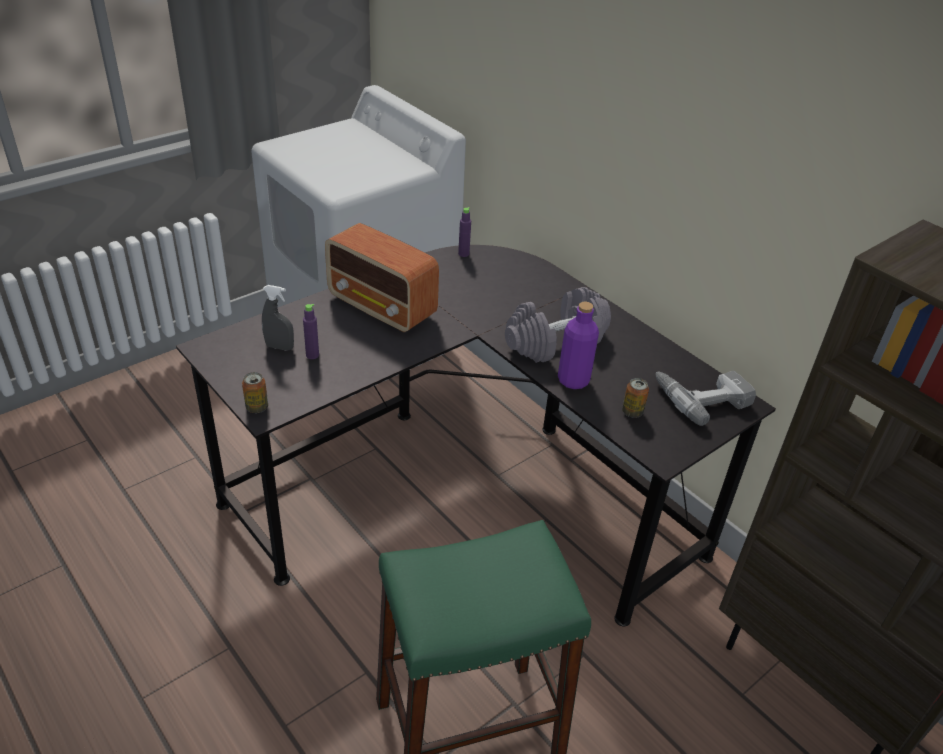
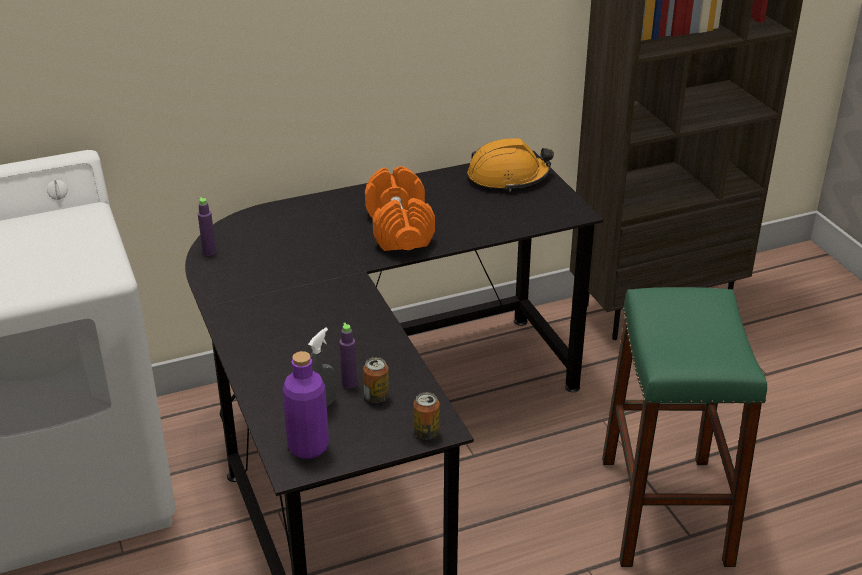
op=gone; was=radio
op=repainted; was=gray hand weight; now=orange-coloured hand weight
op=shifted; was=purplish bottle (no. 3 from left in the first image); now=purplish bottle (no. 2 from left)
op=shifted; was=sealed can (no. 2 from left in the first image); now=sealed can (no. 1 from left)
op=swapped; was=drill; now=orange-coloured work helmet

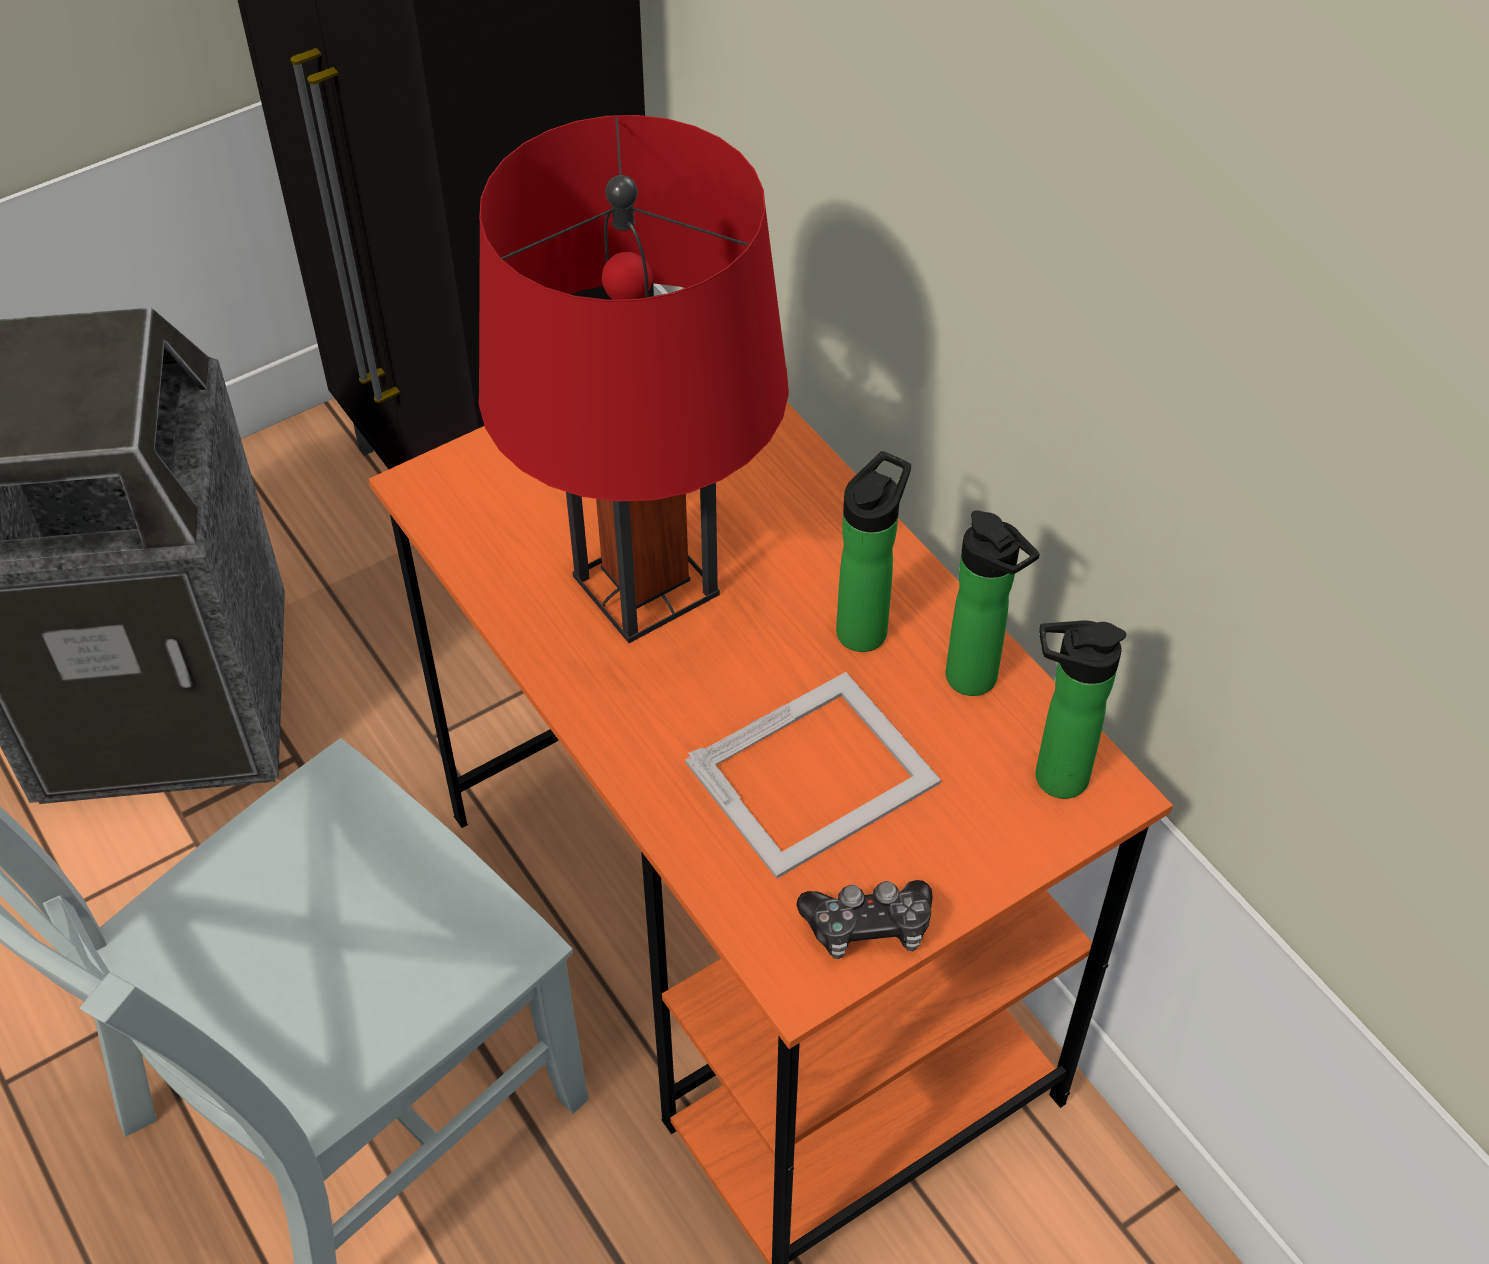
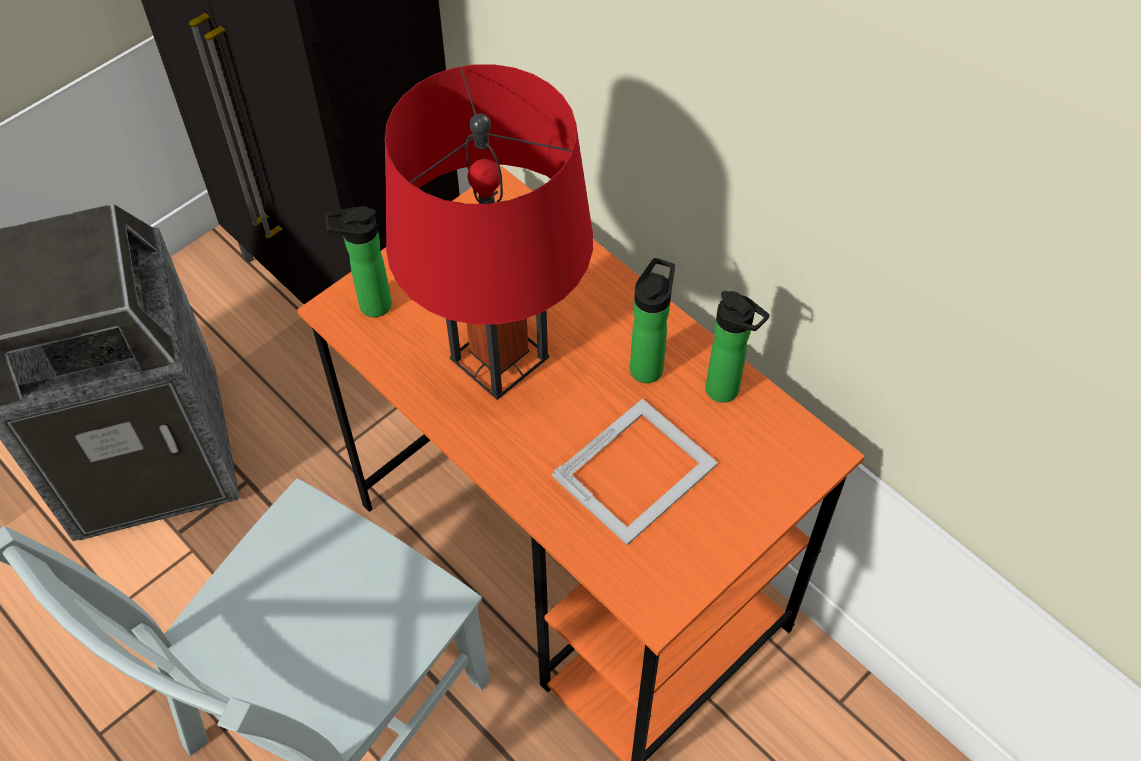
op=gone; was=gamepad
op=shifted; was=bottle (no. 3 from left in the first image); now=bottle (no. 1 from left)

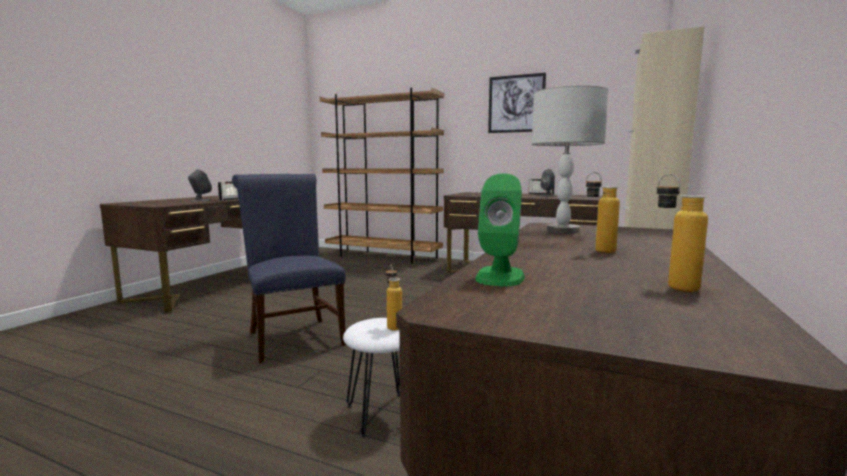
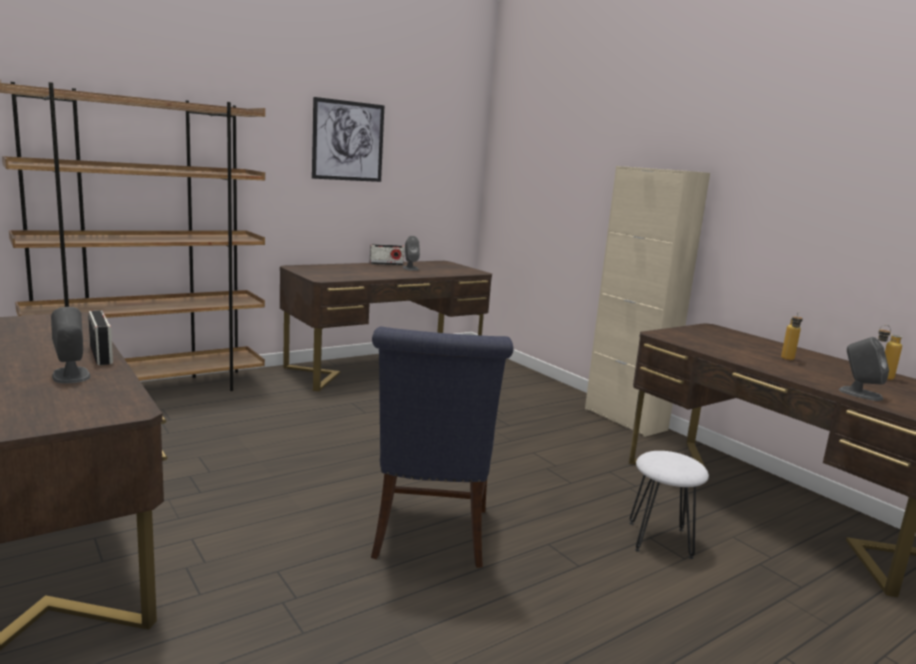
op=rotated; was=blue chair; clockwise=-90
op=gone; was=bottle (no. 1 from left)
op=repainted; was=green-coloured loudspeaker; now=gray loudspeaker (no. 3 from left)
op=gone; was=gray table lamp

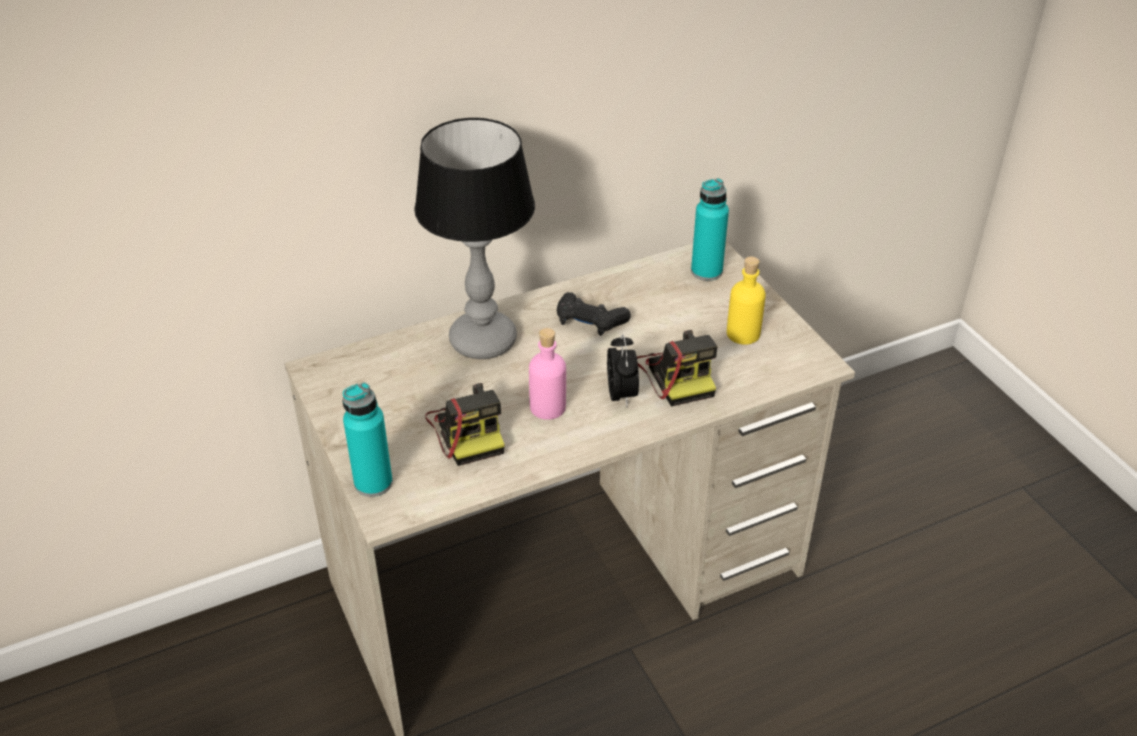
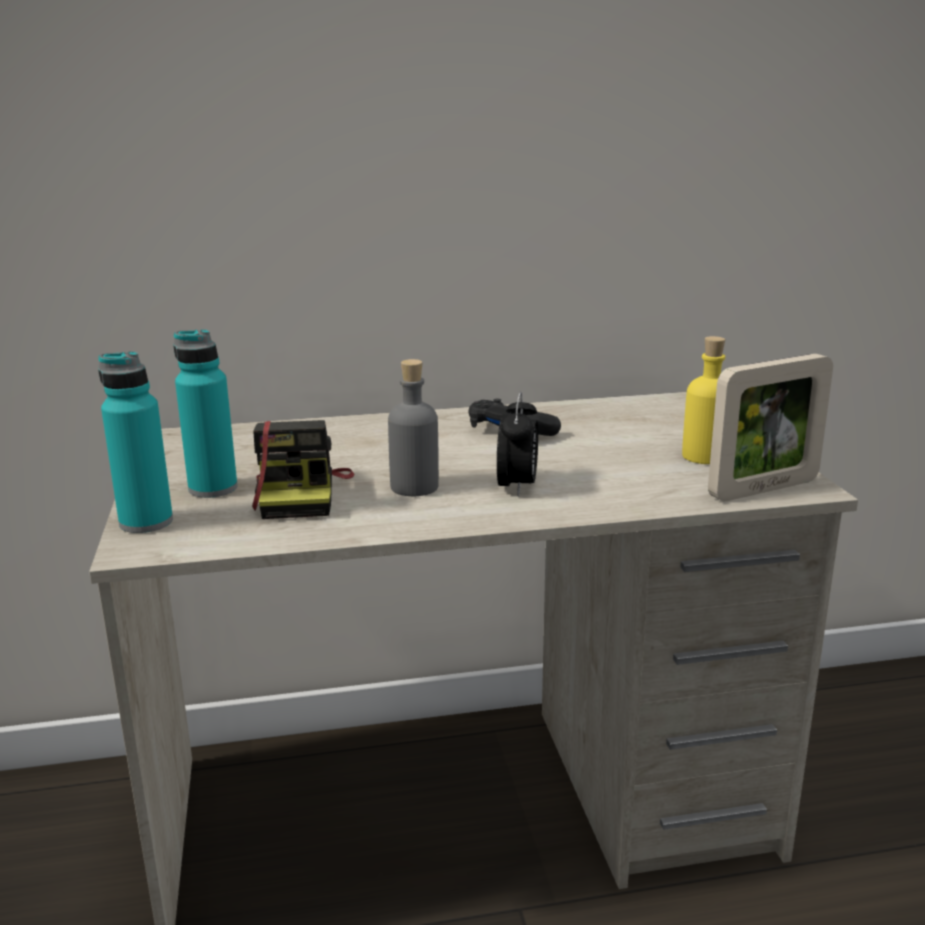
op=gone; was=table lamp
op=repainted; was=pink-coloured bottle; now=gray bottle
op=gone; was=photo camera (no. 2 from left)
op=shifted; was=turquoise bottle (no. 2 from left)
op=new; now=standing frame

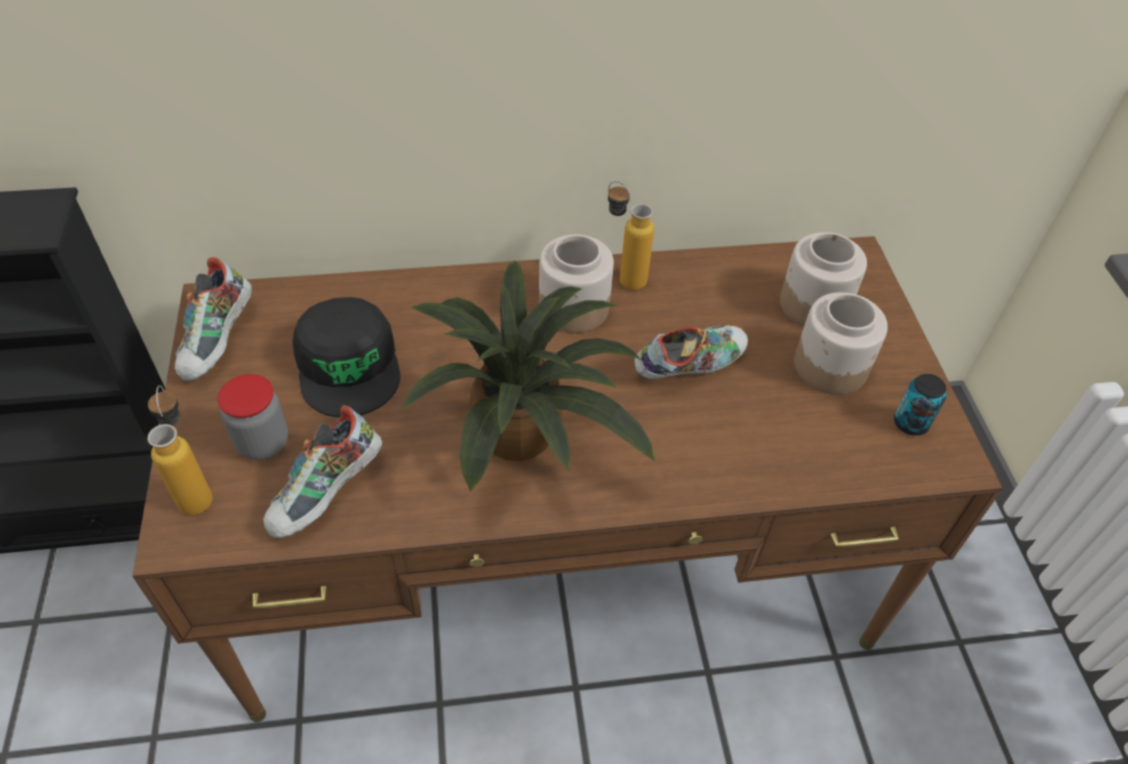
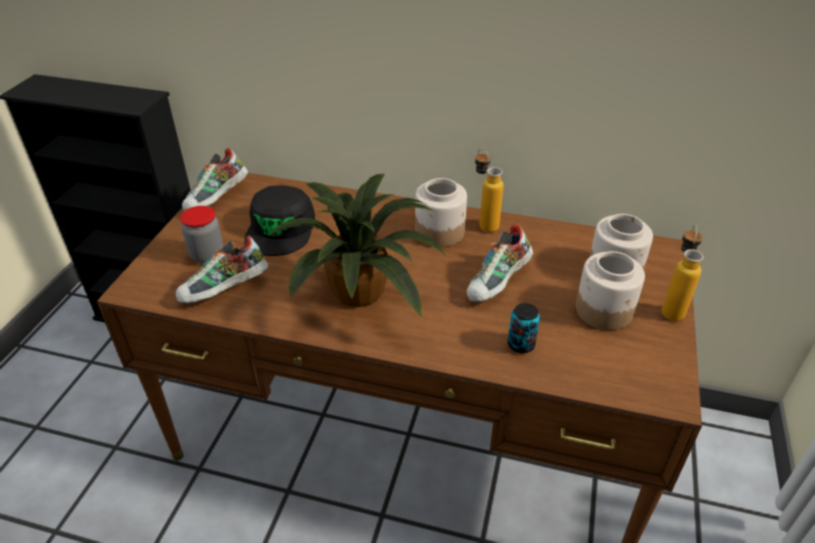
op=shifted; was=bottle (no. 1 from left in the first image); now=bottle (no. 2 from left)
op=rotated; was=item of footwear (no. 3 from left); clockwise=135
op=shifted; was=sealed can

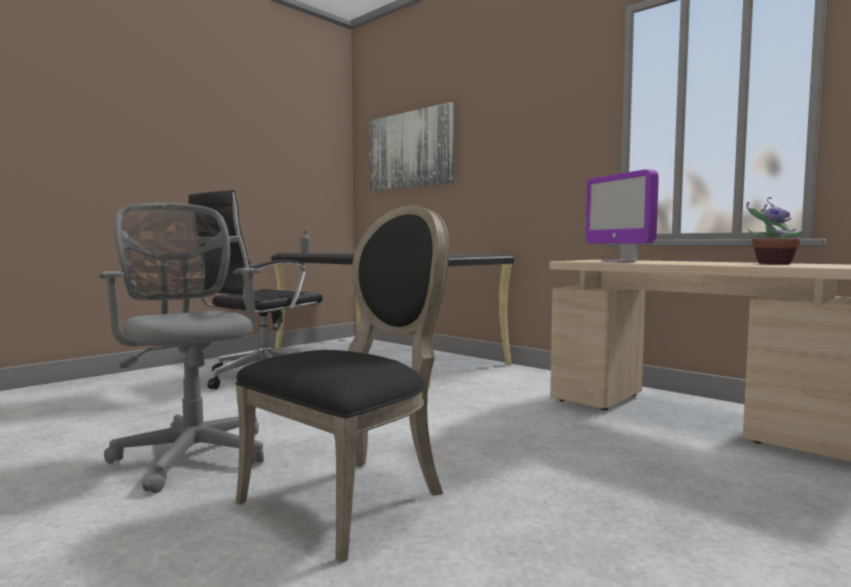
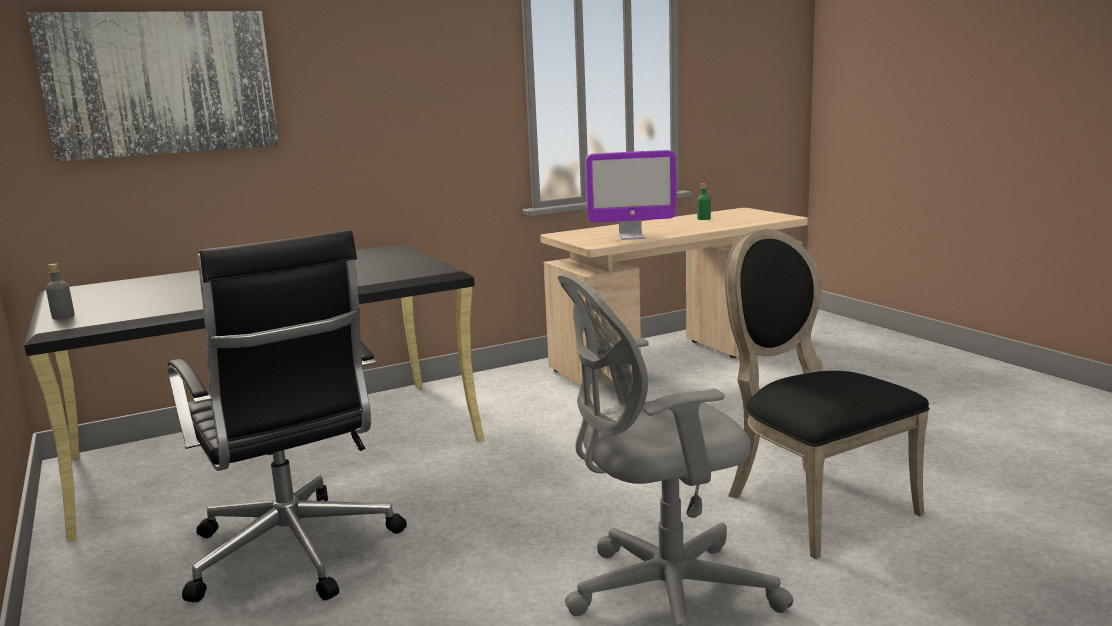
op=swapped; was=potted plant; now=green-coloured bottle

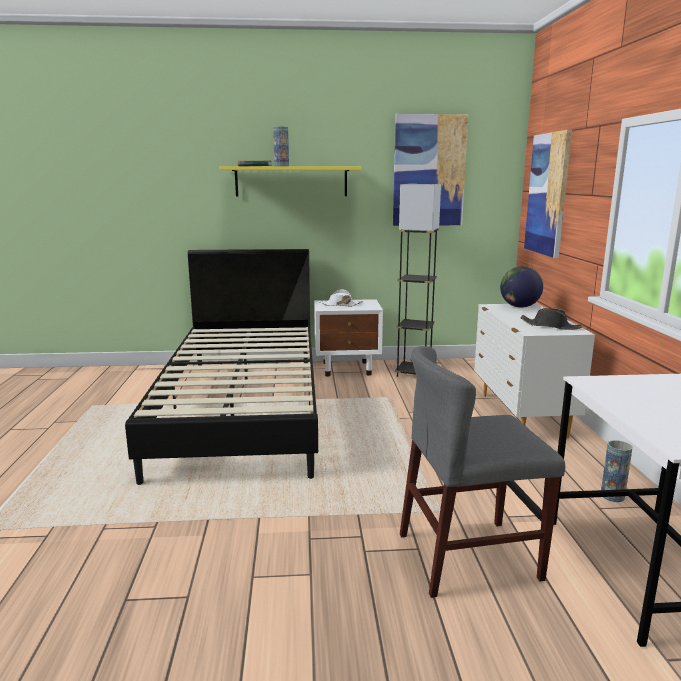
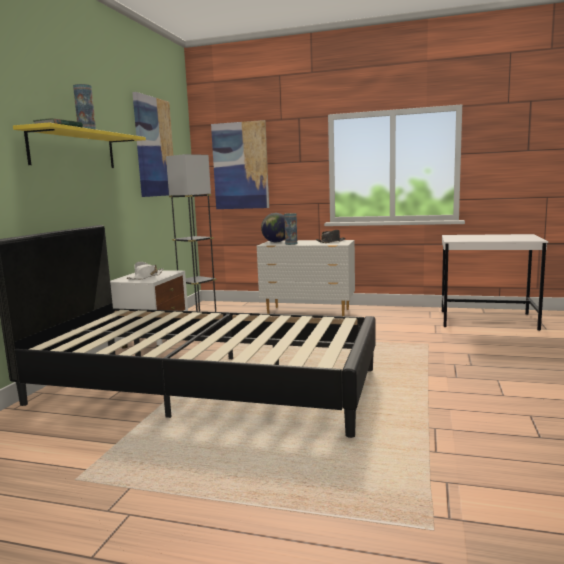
op=gone; was=gray chair
op=shifted; was=vase (no. 2 from left)

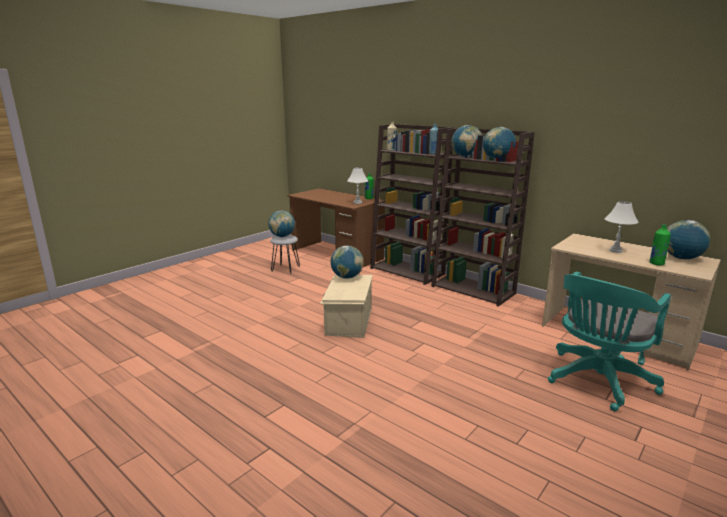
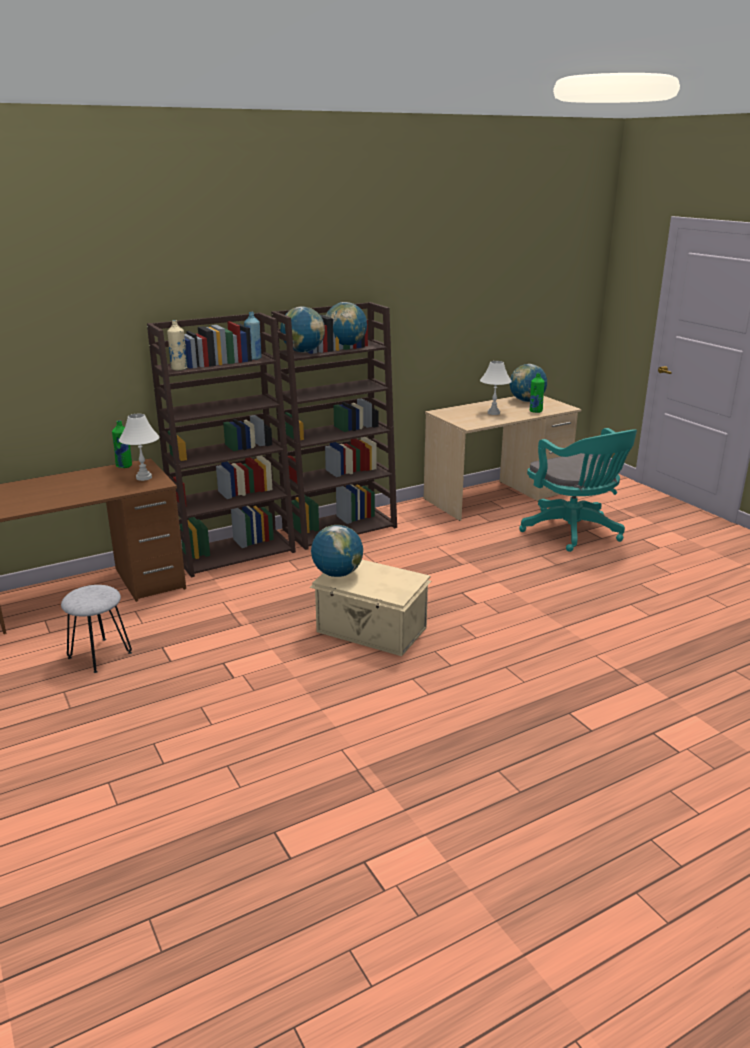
op=gone; was=world globe (no. 1 from left)

